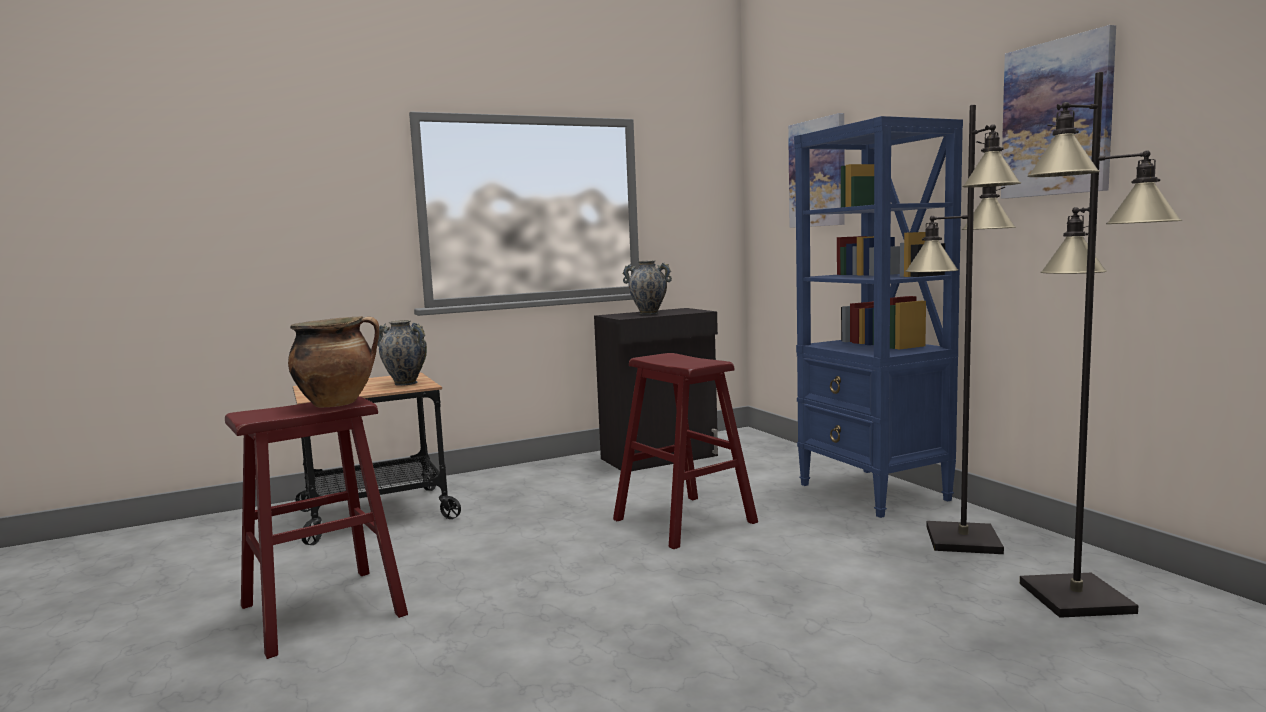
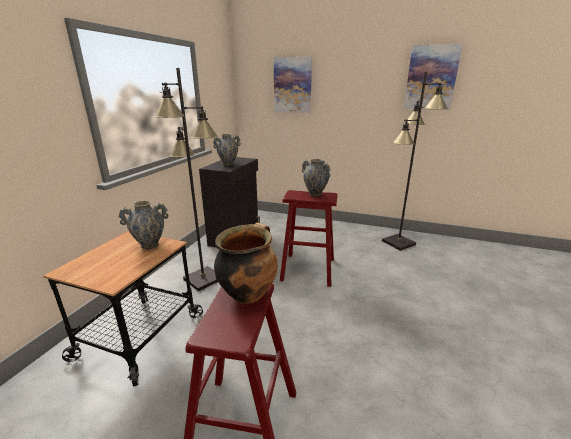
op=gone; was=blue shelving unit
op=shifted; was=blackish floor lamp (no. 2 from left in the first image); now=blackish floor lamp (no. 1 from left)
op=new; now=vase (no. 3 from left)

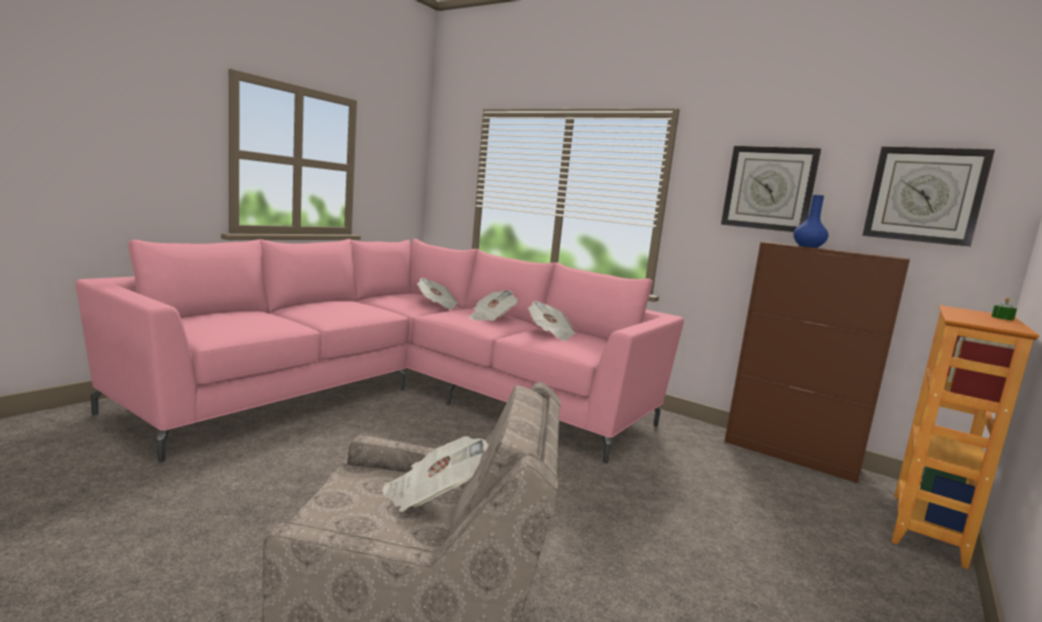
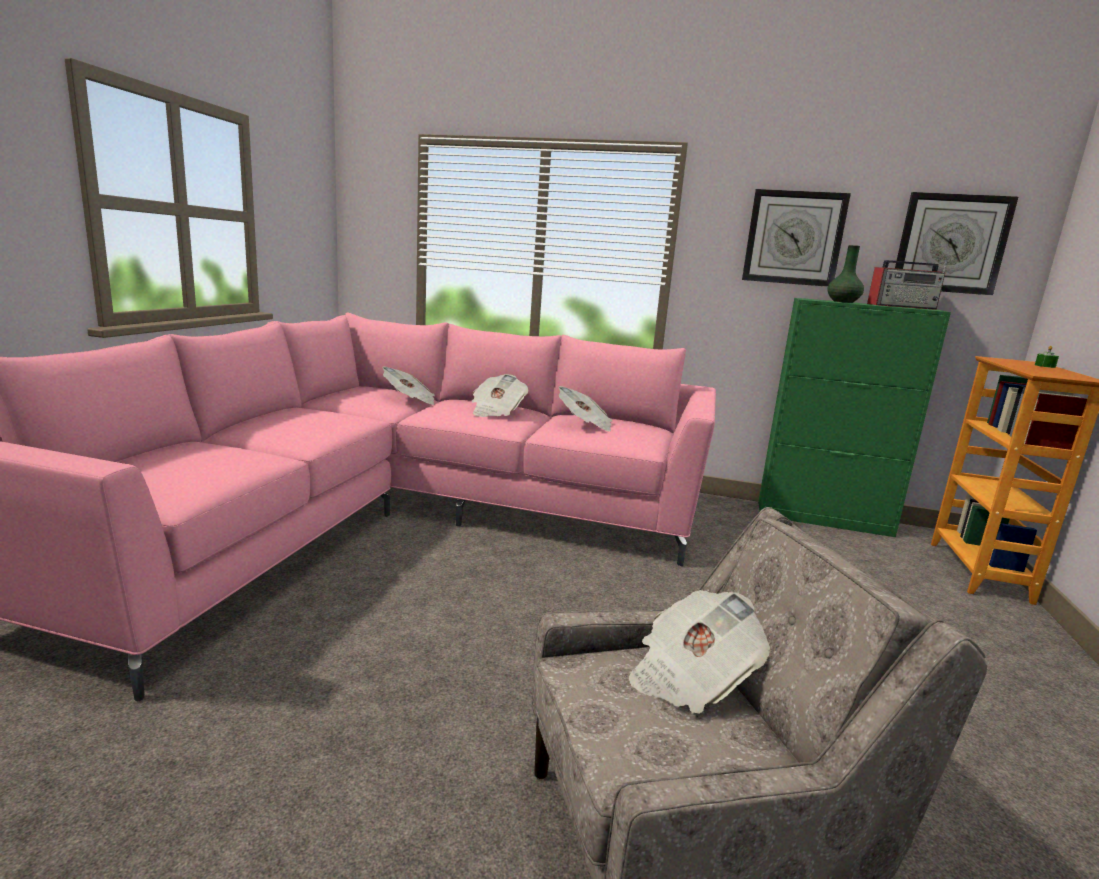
op=repainted; was=brown-coloured storage cabinet; now=green-coloured storage cabinet
op=repainted; was=blue vase; now=green-coloured vase
op=new; now=radio

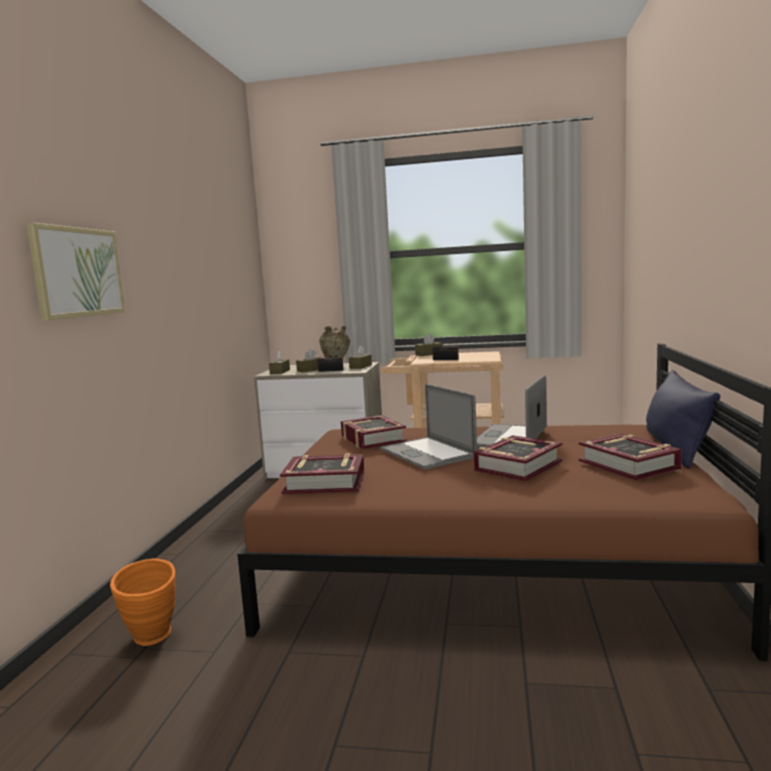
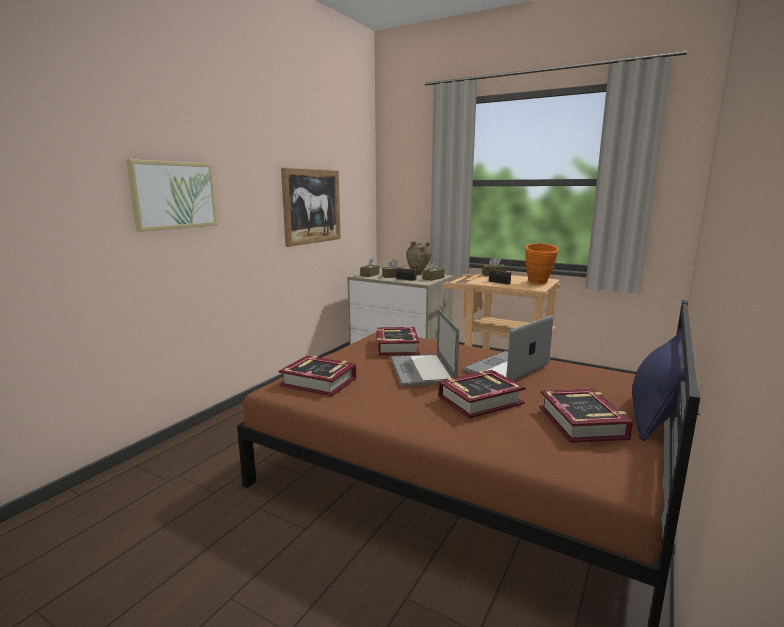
op=shifted; was=orange-coloured vase
op=new; now=wall art (no. 2 from left)

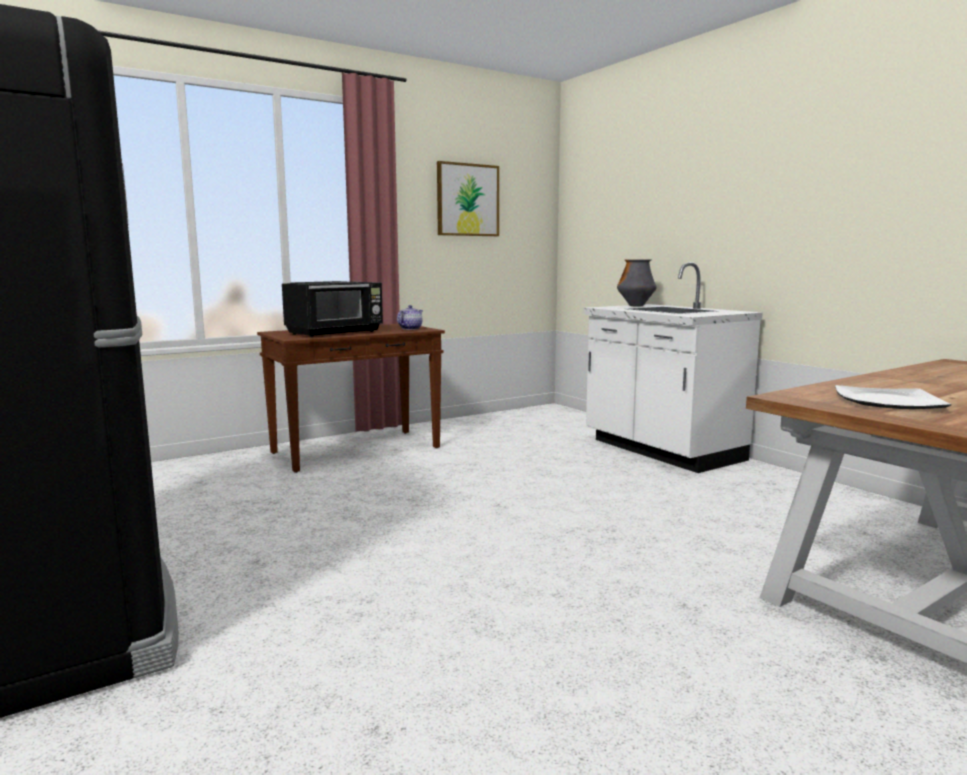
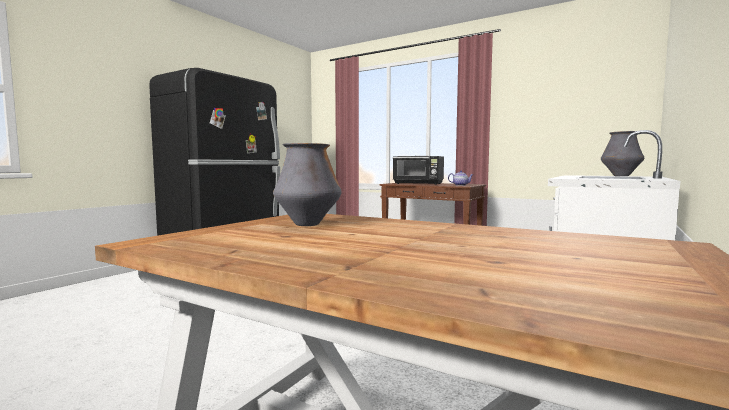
op=gone; was=wall art
op=swapped; was=plate; now=vase (no. 1 from left)

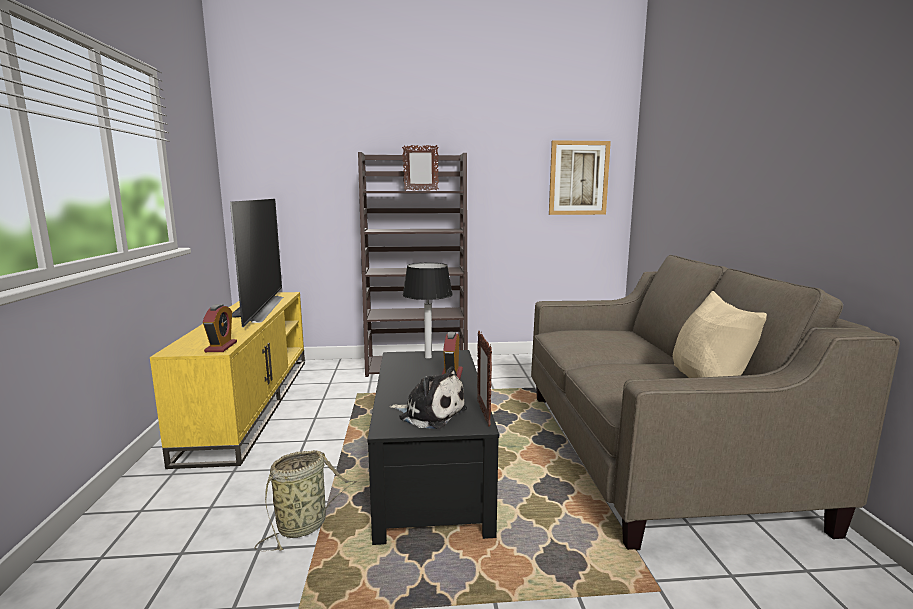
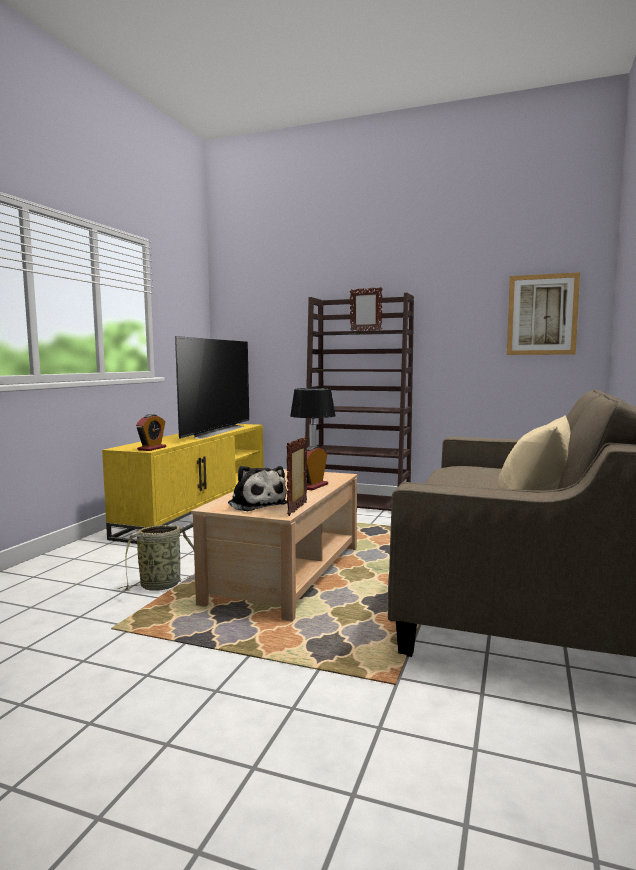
op=repainted; was=blackish coffee table; now=sand-coloured coffee table

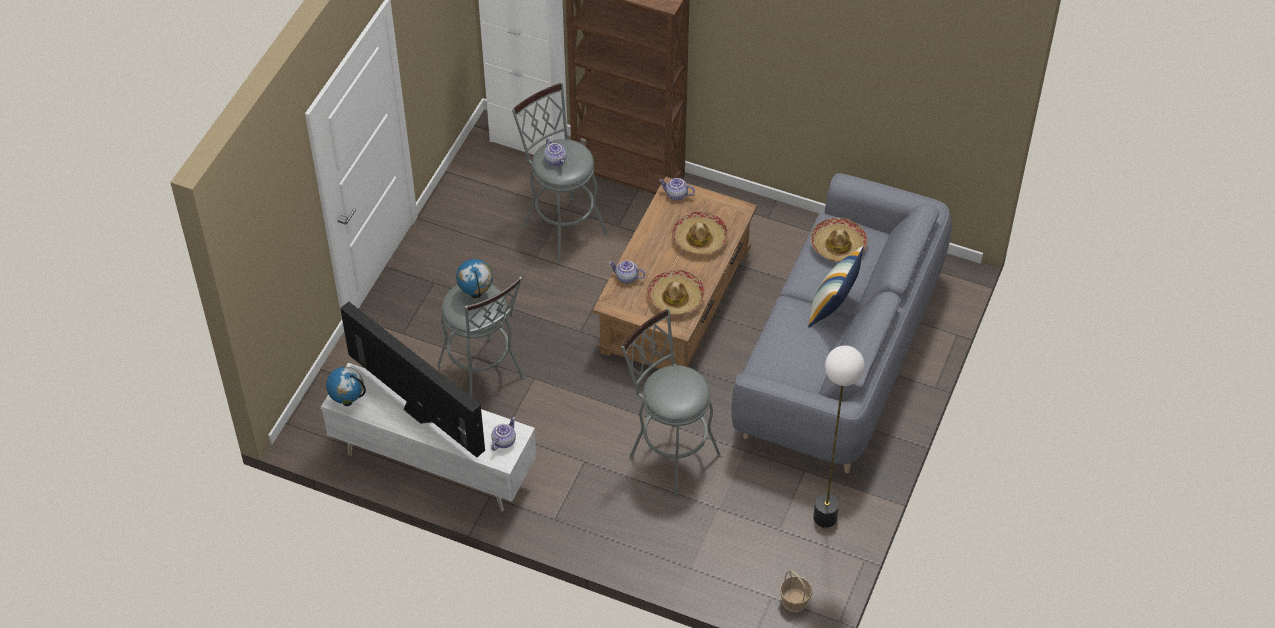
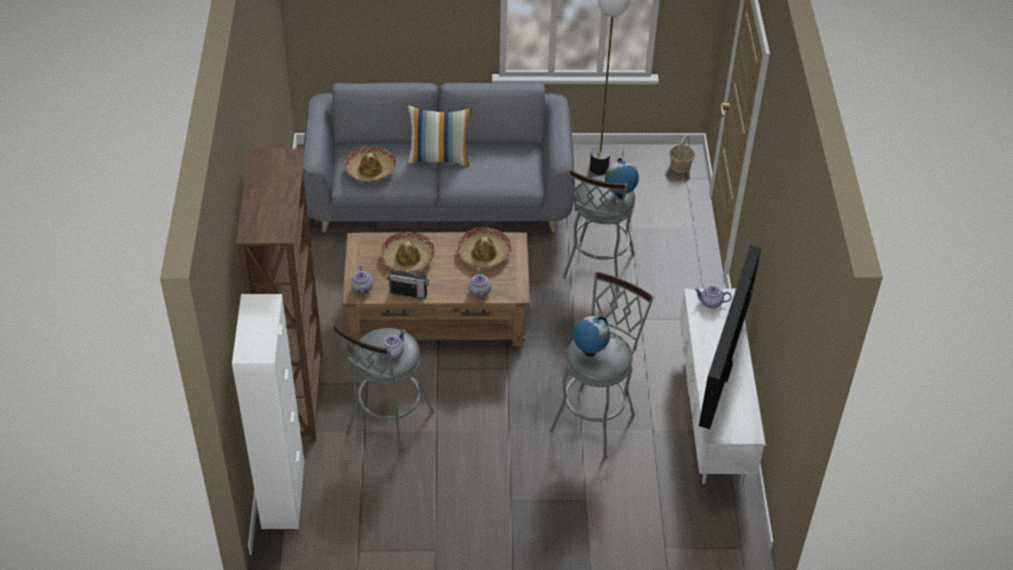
op=shifted; was=world globe (no. 1 from left in the first image); now=world globe (no. 2 from left)
op=new; now=radio

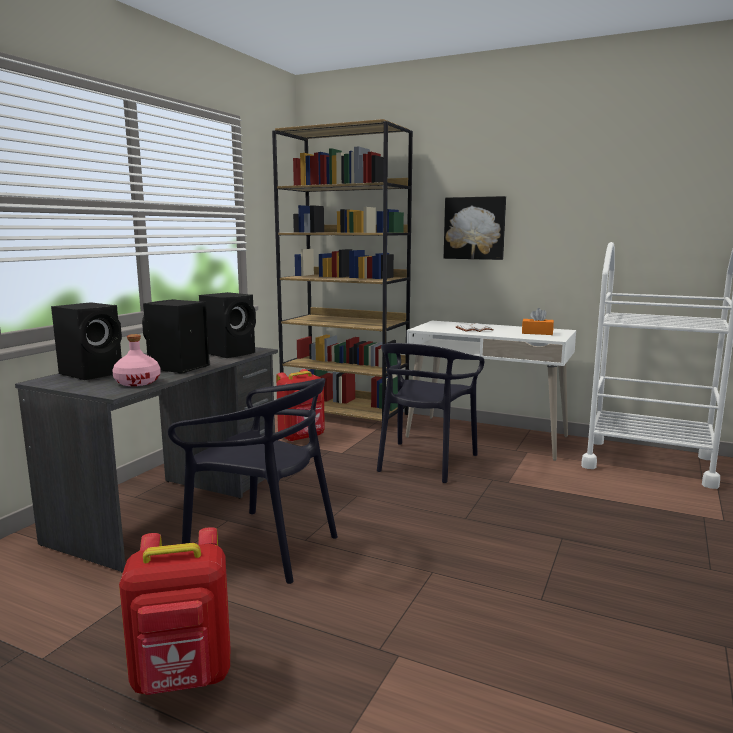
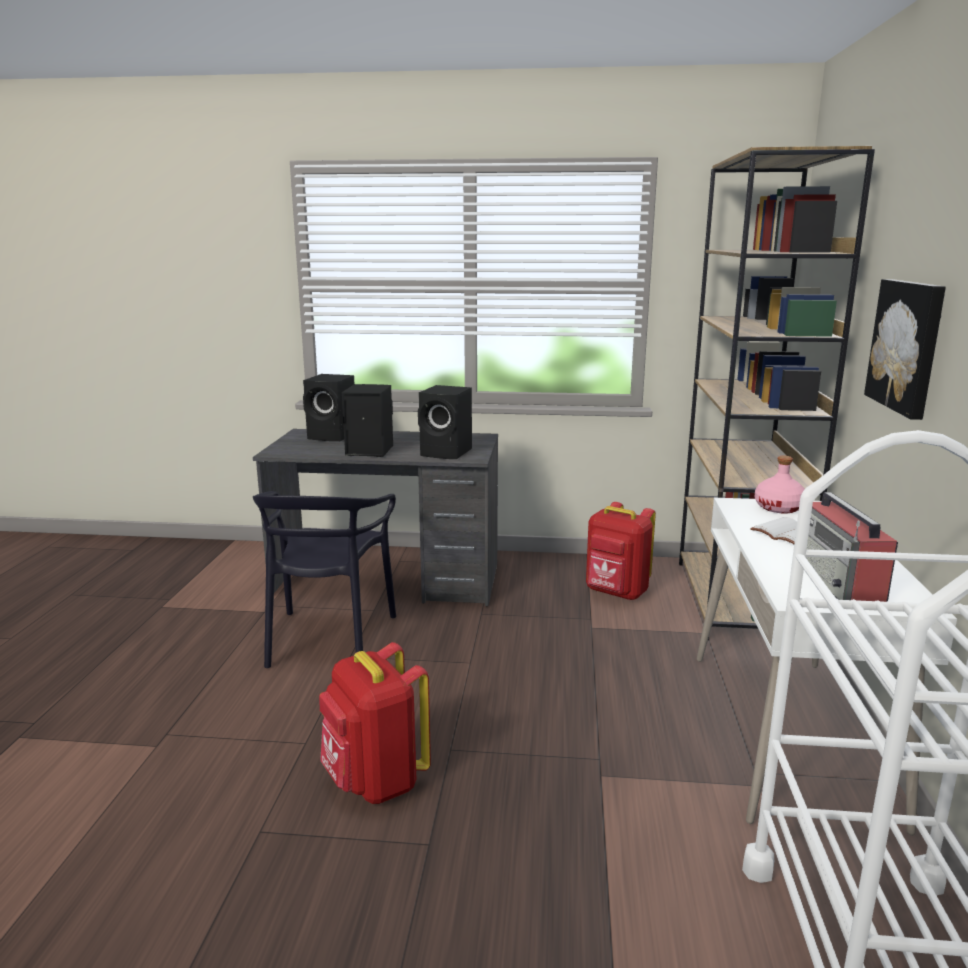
op=shifted; was=pink-coloured bottle
op=shifted; was=reddish rucksack (no. 1 from left)
op=gone; was=blackish chair (no. 2 from left)
op=swapped; was=orange-coloured tissue box; now=radio

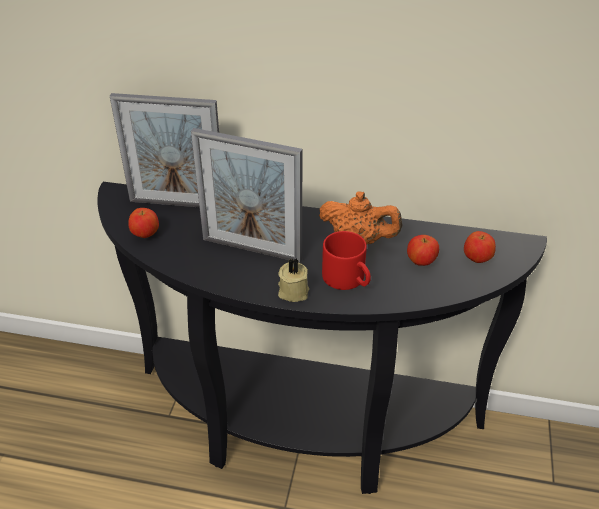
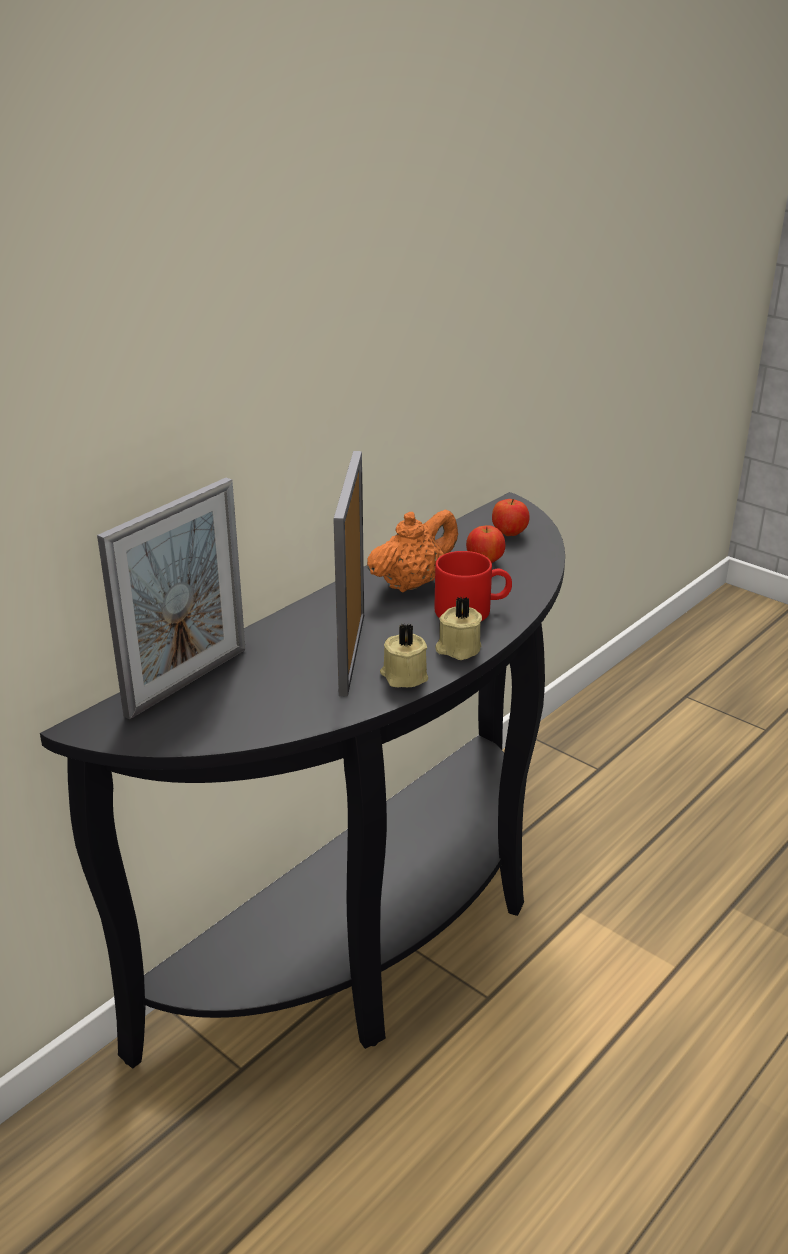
op=gone; was=apple (no. 1 from left)
op=rotated; was=standing frame (no. 2 from left); clockwise=135
op=new; now=sand-coloured candle (no. 1 from left)

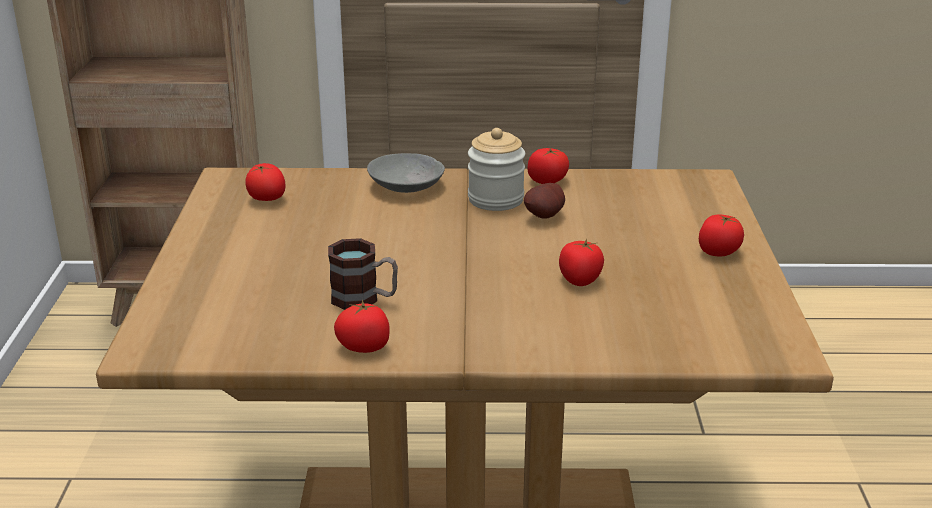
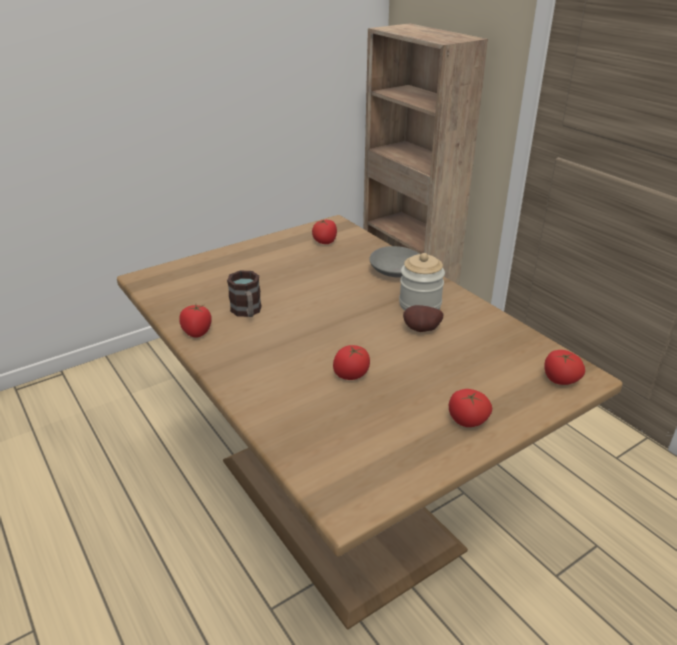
op=shifted; was=whole tomato (no. 3 from left in the first image); now=whole tomato (no. 5 from left)

